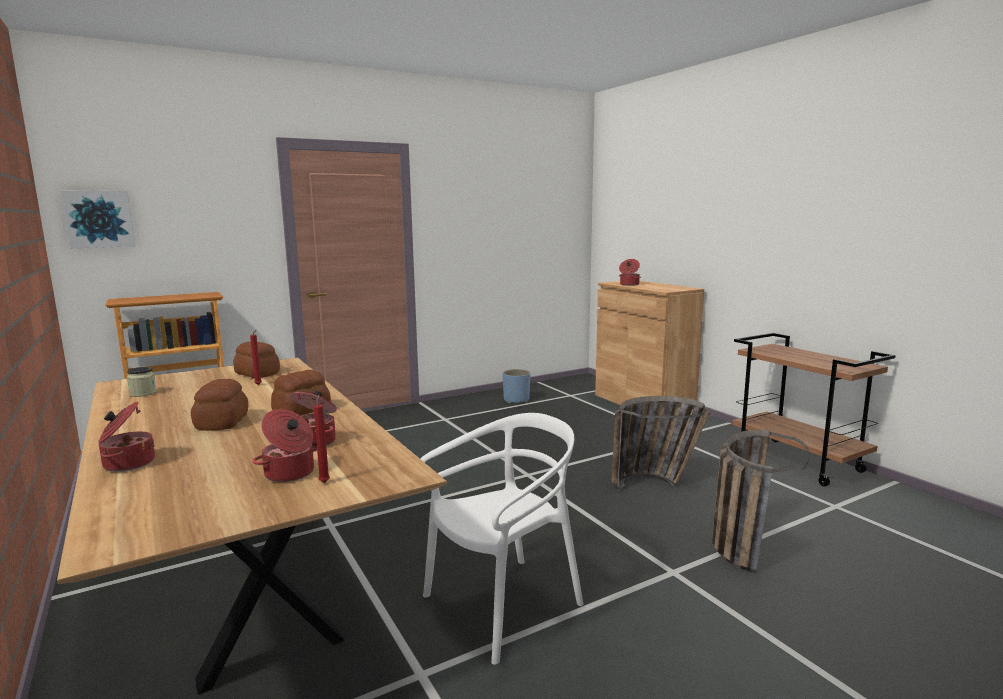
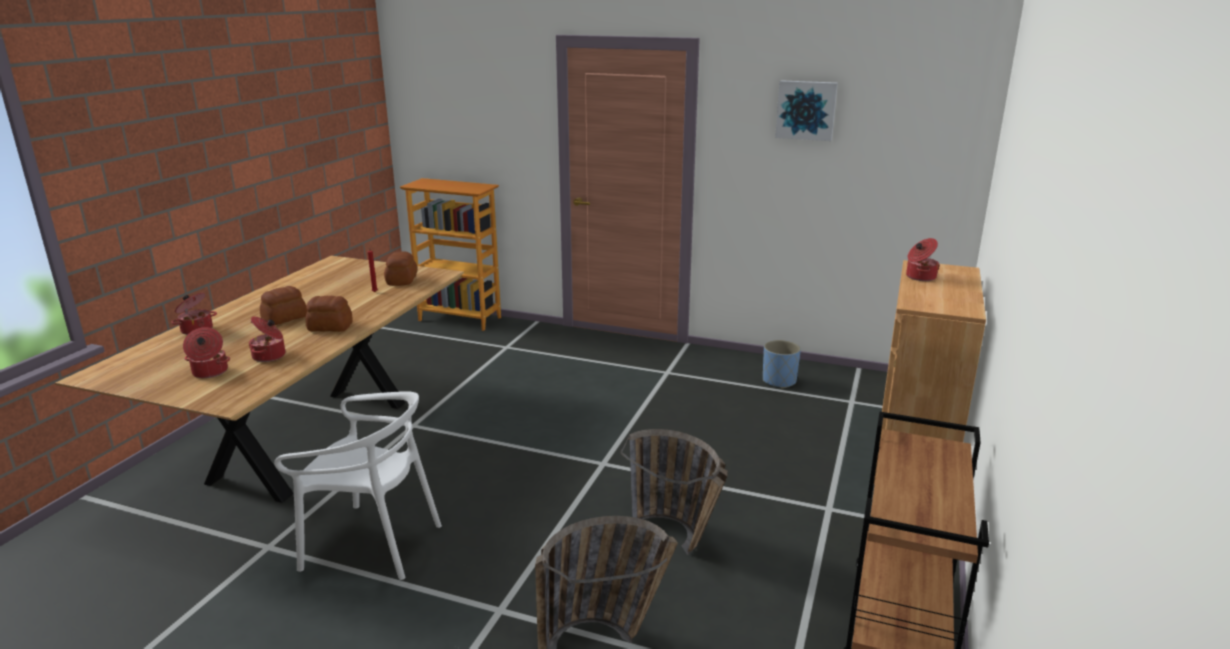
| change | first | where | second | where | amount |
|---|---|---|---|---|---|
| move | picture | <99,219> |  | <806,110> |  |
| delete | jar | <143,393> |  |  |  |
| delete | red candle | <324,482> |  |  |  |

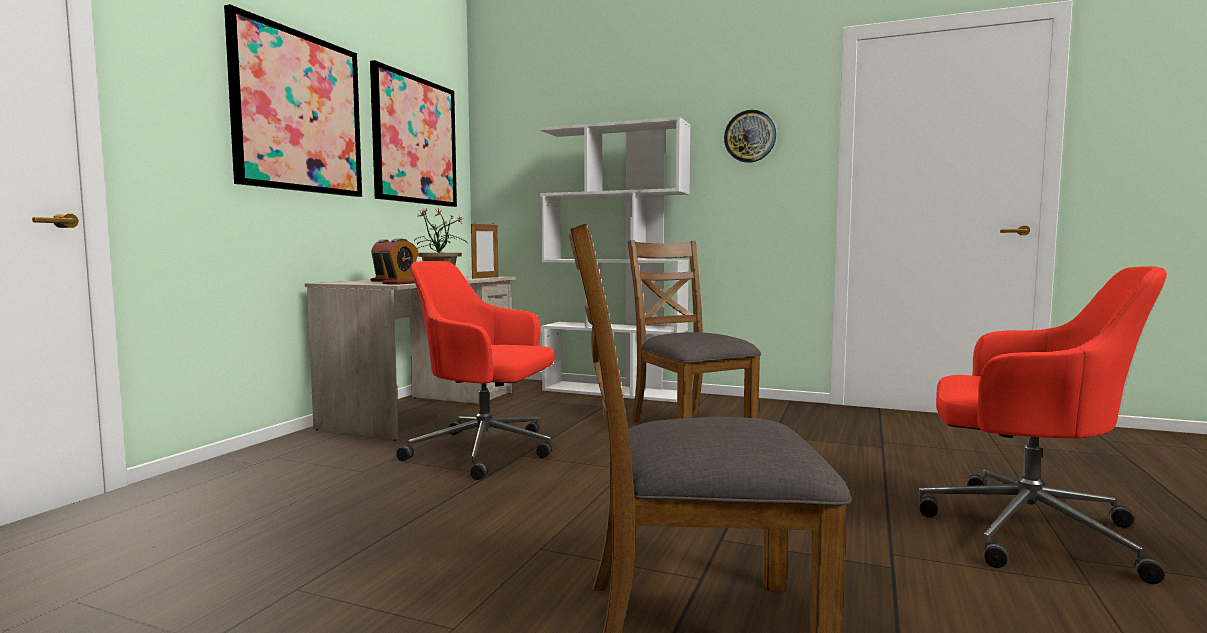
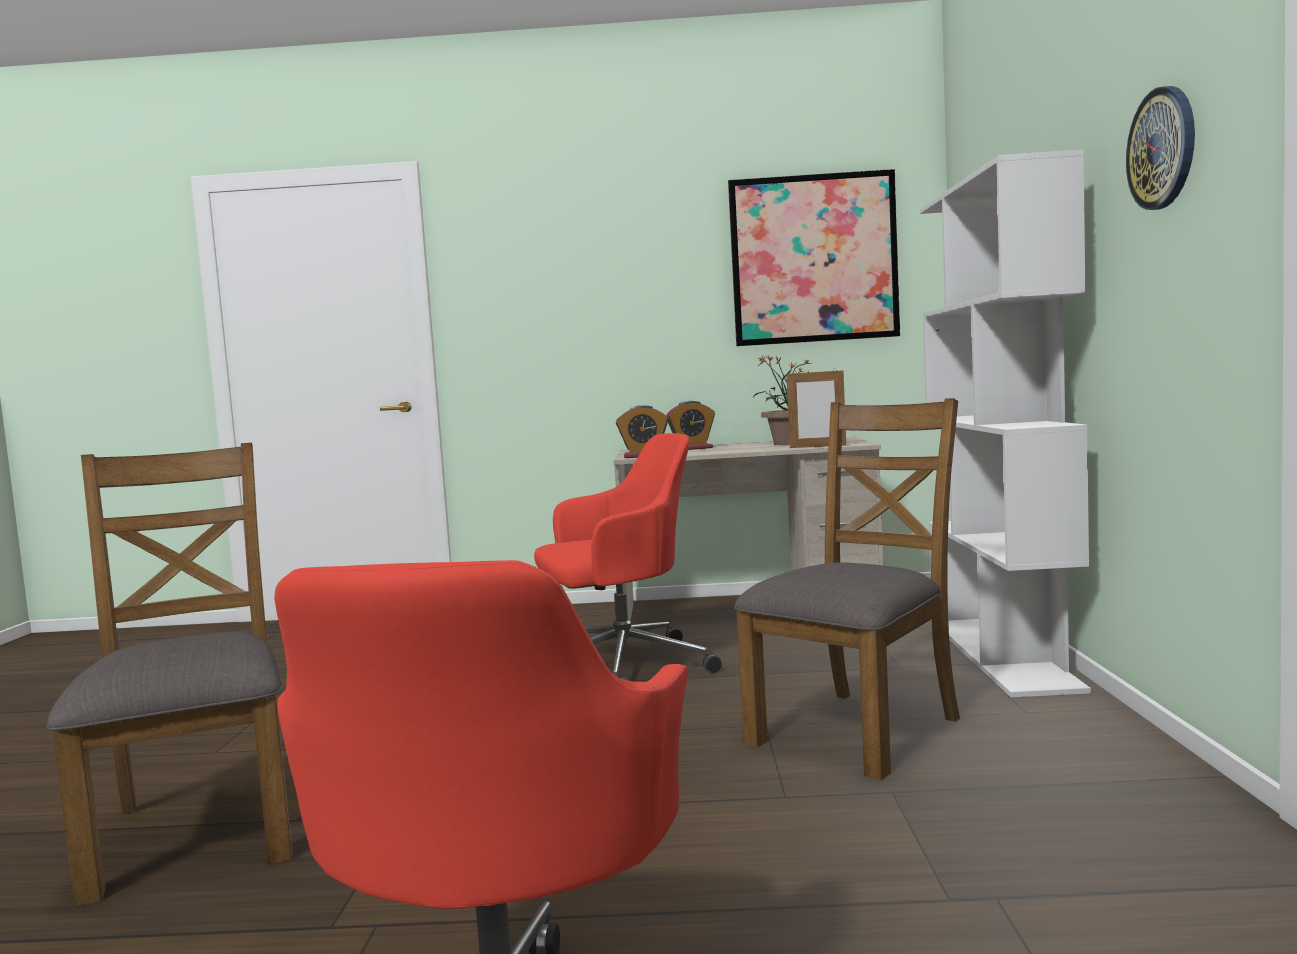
| change | first | where | second | where | amount |
|---|---|---|---|---|---|
| delete | picture | <298,112> |  |  |  |
| rotate | red office chair | <486,451> |  | <621,666> | 75 degrees clockwise |

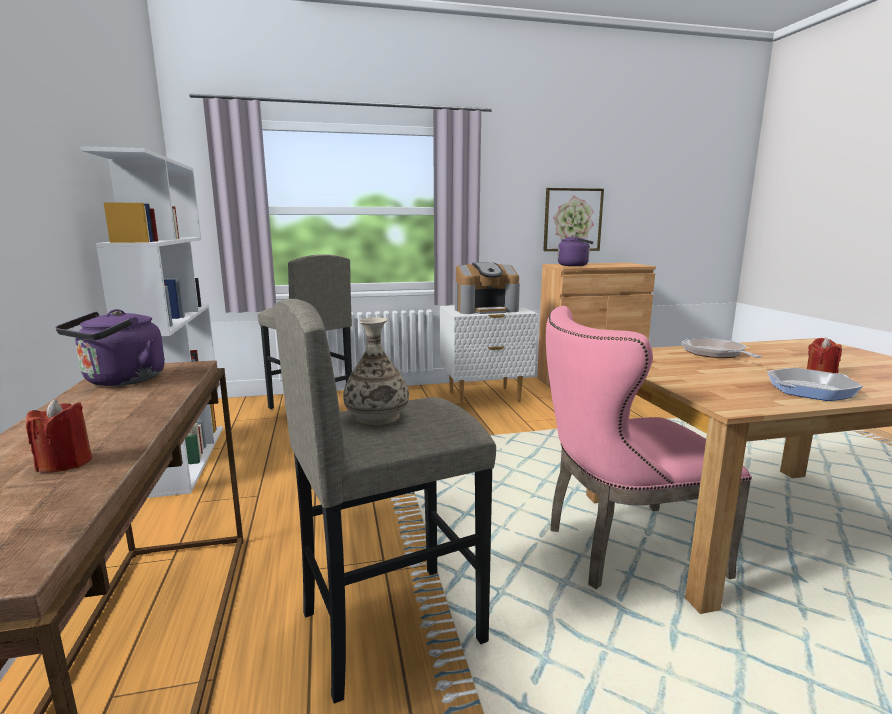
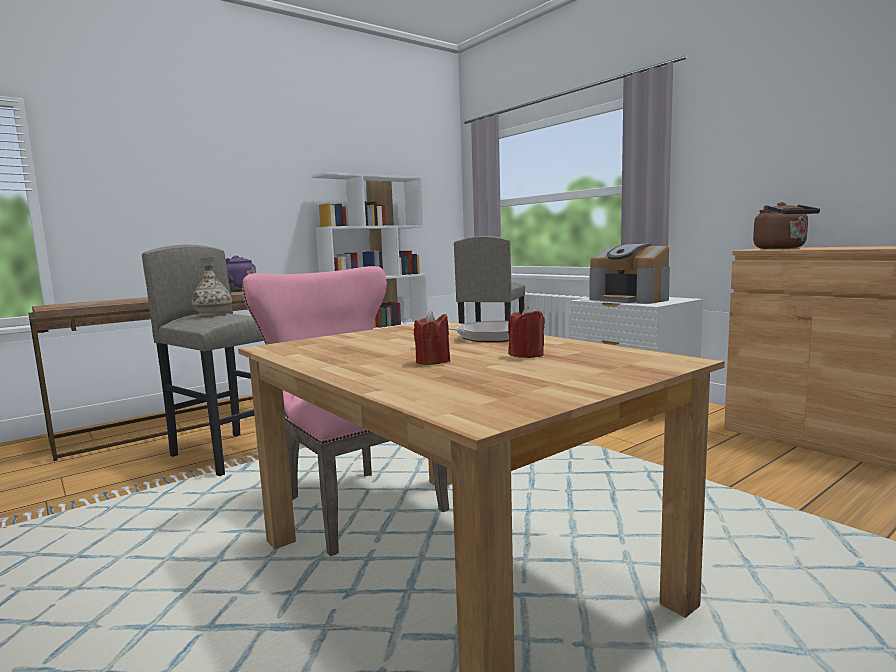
| change | first | where | second | where | amount |
|---|---|---|---|---|---|
| move | red candle | <65,463> |  | <526,355> |  |
| delete | picture | <572,220> |  |  |  |
| recolor | purple kettle | <575,265> | brown kettle | <782,248> |  |
| delete | frying pan | <810,390> |  |  |  |

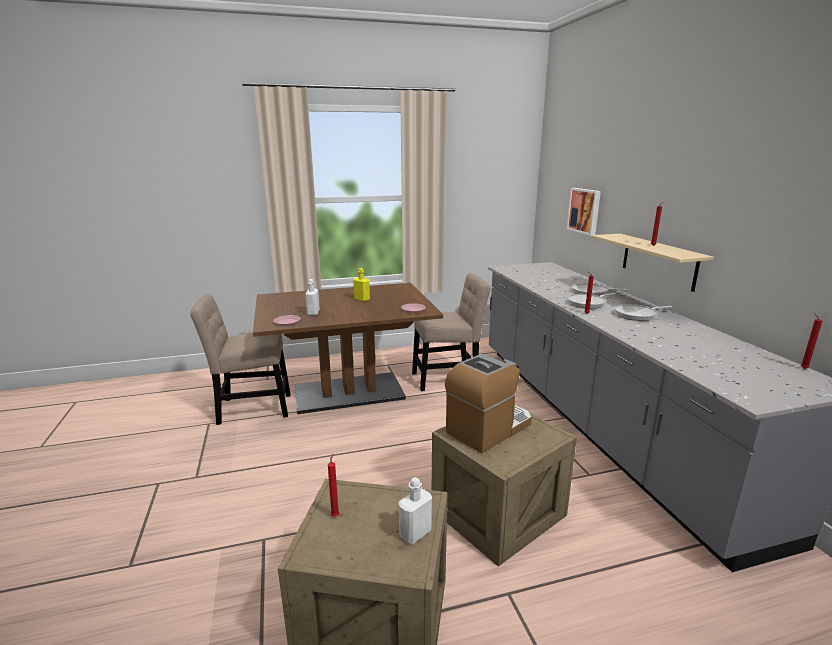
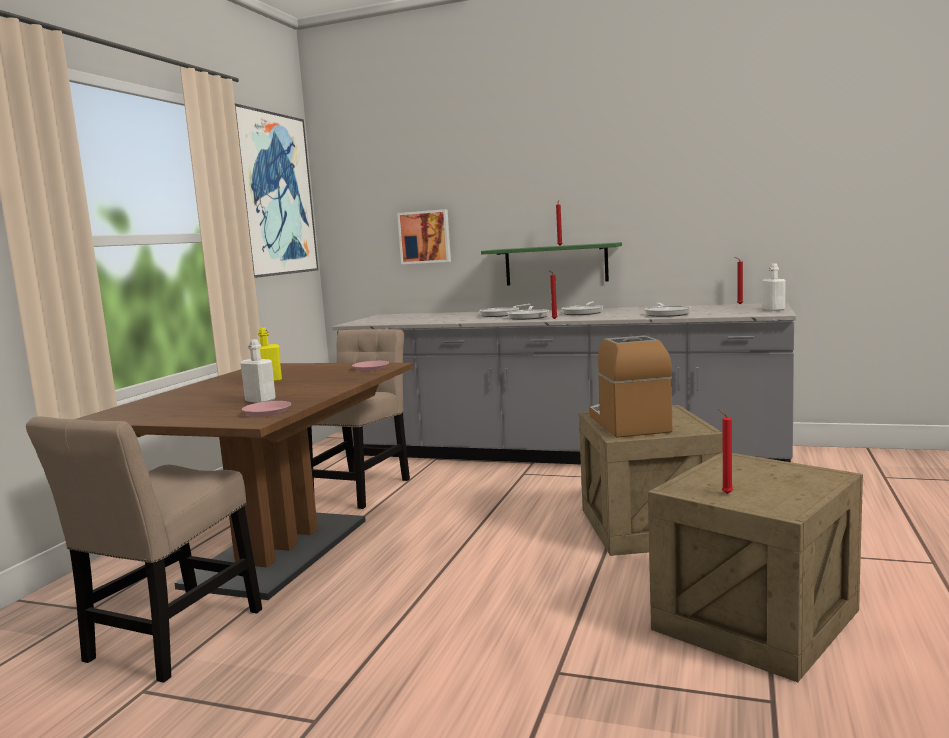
| change | first | where | second | where | amount |
|---|---|---|---|---|---|
| move | white bottle | <415,533> |  | <773,310> |  |
| recolor | beige shelf | <658,261> | green shelf | <556,264> |  |
| insert |  |  | picture | <271,195> |  |
| insert |  |  | frying pan | <667,314> |  |

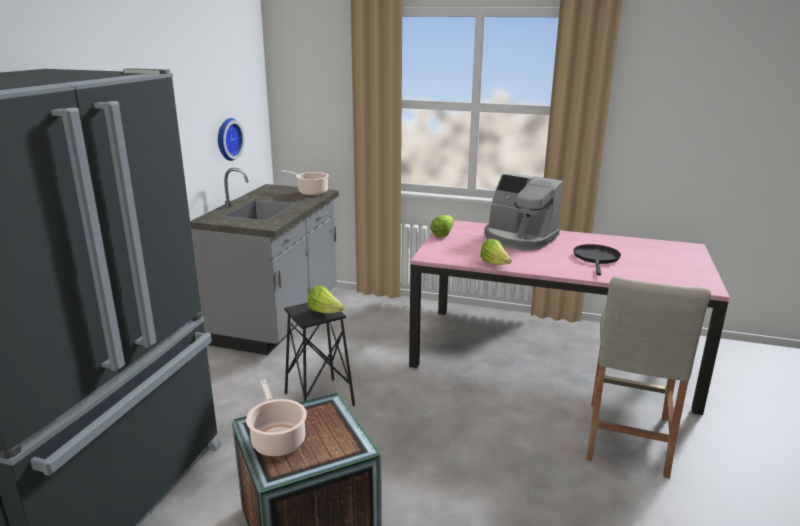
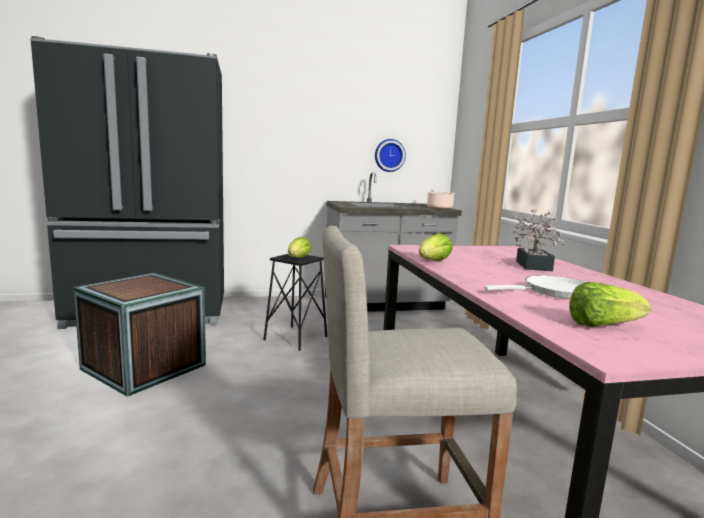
| change | first | where | second | where | amount |
|---|---|---|---|---|---|
| delete | cooking pot | <277,439> |  |  |  |
| move | lettuce | <442,234> |  | <602,325> |  |
| replace | coffee machine | <519,238> | potted plant | <532,265> |  |
| recolor | black frying pan | <596,258> | white frying pan | <556,292> |  |

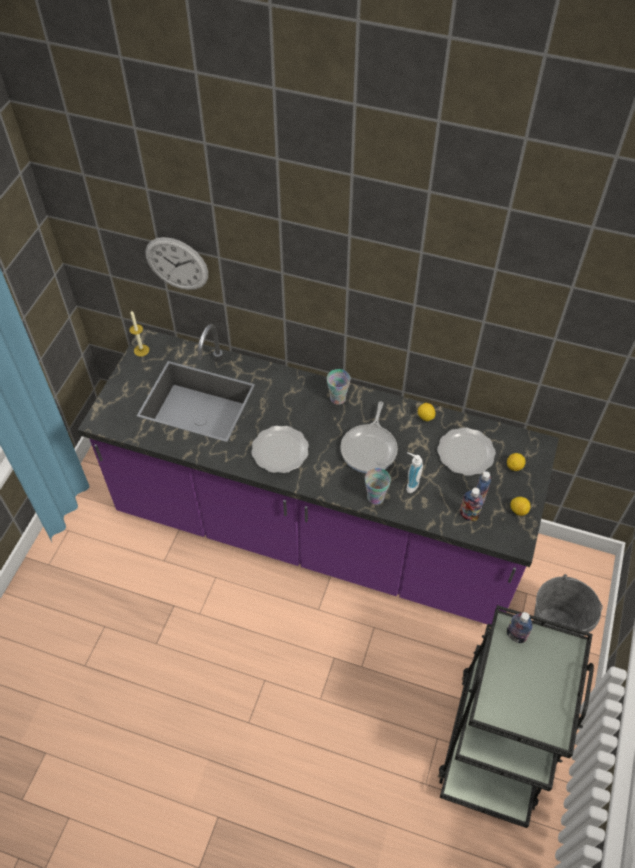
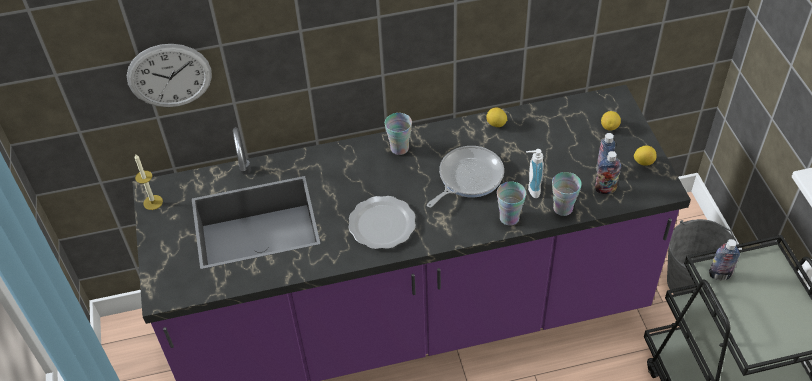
| change | first | where | second | where | amount |
|---|---|---|---|---|---|
| rotate | frying pan | <370,448> |  | <468,177> | 120 degrees counterclockwise |
| delete | plate | <466,453> |  |  |  |
| insert |  |  | cup | <563,208> |  |

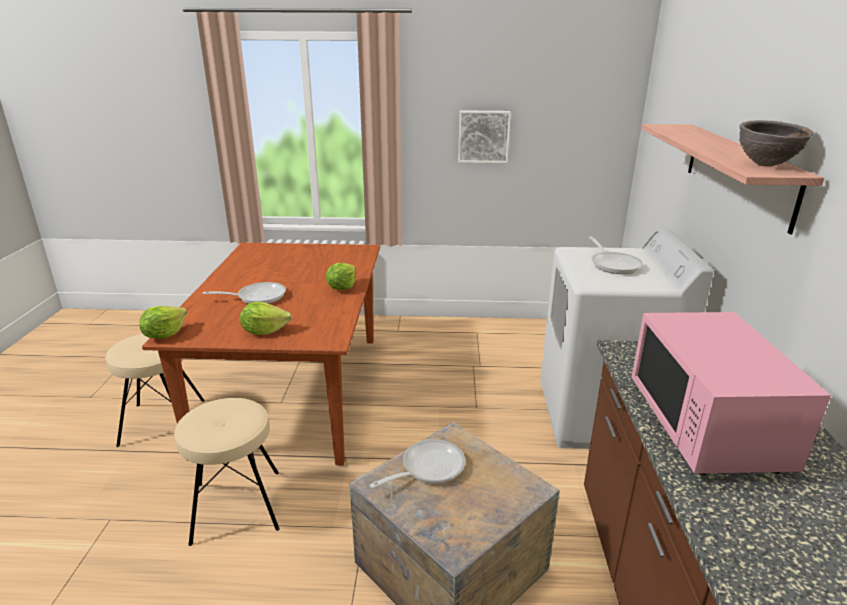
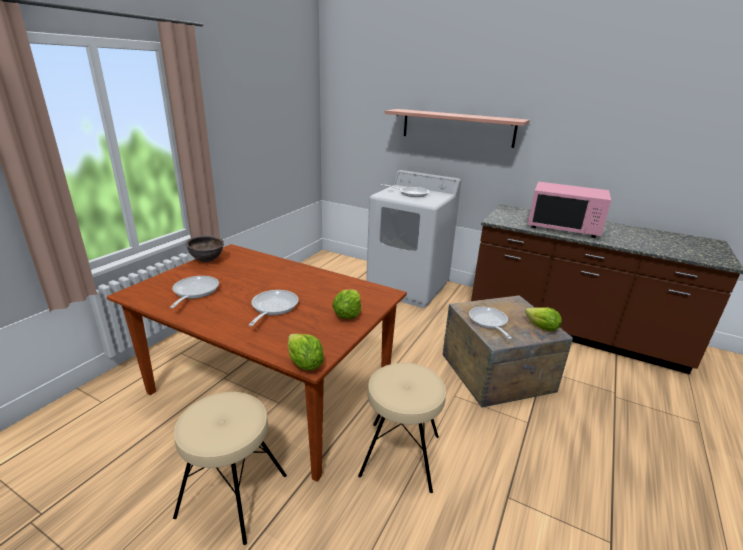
| change | first | where | second | where | amount |
|---|---|---|---|---|---|
| move | lettuce | <342,287> |  | <542,328> |  |
| delete | picture | <483,136> |  |  |  |
| move | brown bowl | <765,165> |  | <207,261> |  |
| insert |  |  | frying pan | <194,292> |  |

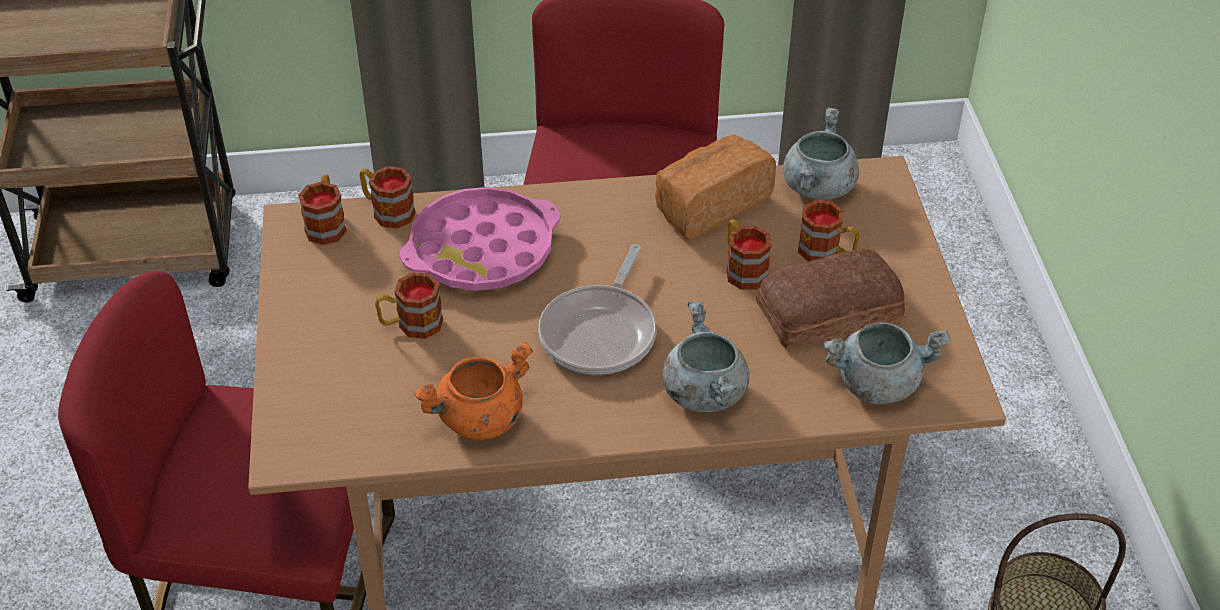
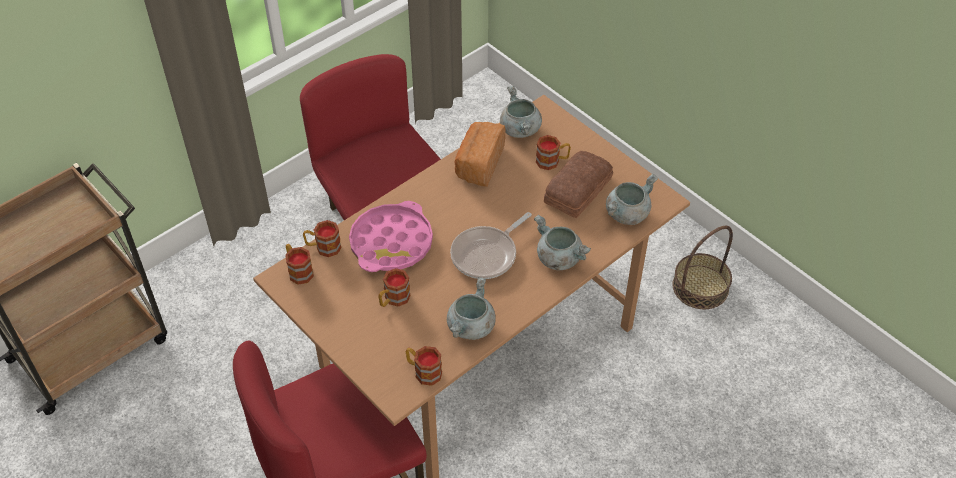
| change | first | where | second | where | amount |
|---|---|---|---|---|---|
| recolor | orange cooking pot | <480,419> | grey cooking pot | <471,327> |  |
| rotate | frying pan | <601,332> |  | <487,254> | 60 degrees clockwise |
| move | mug | <742,269> |  | <423,371> |  |

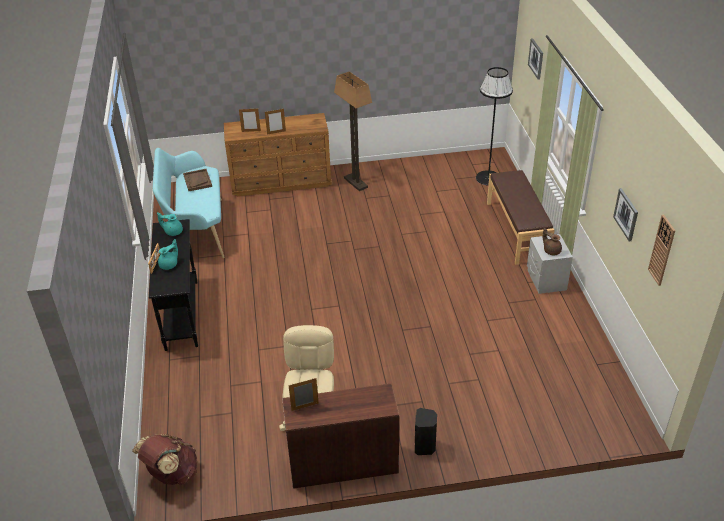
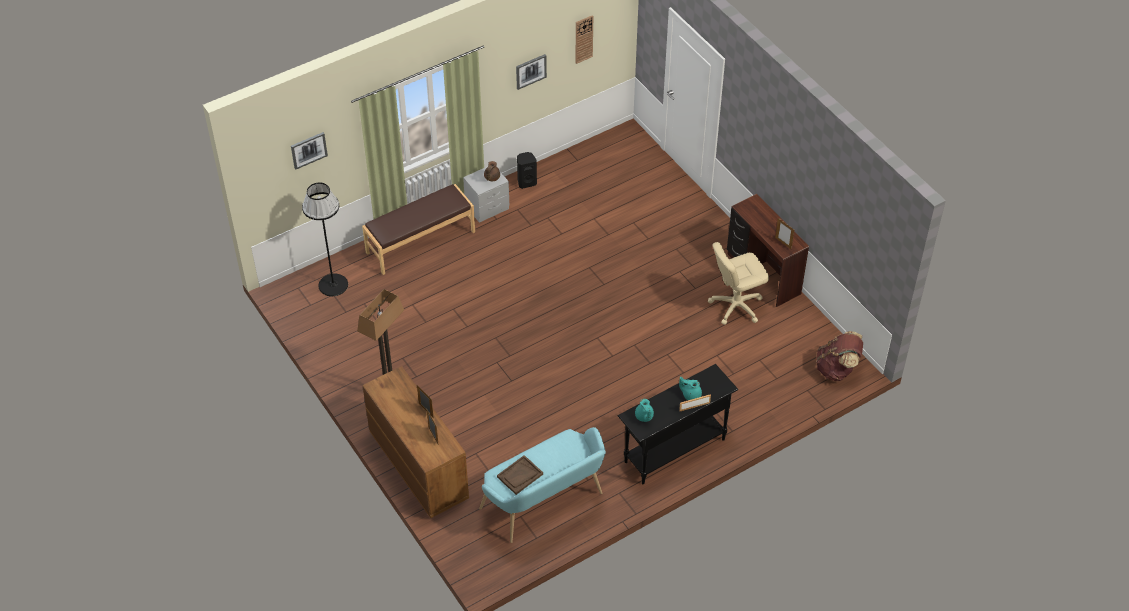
| change | first | where | second | where | amount |
|---|---|---|---|---|---|
| move | black speaker | <425,446> |  | <526,182> |  |

